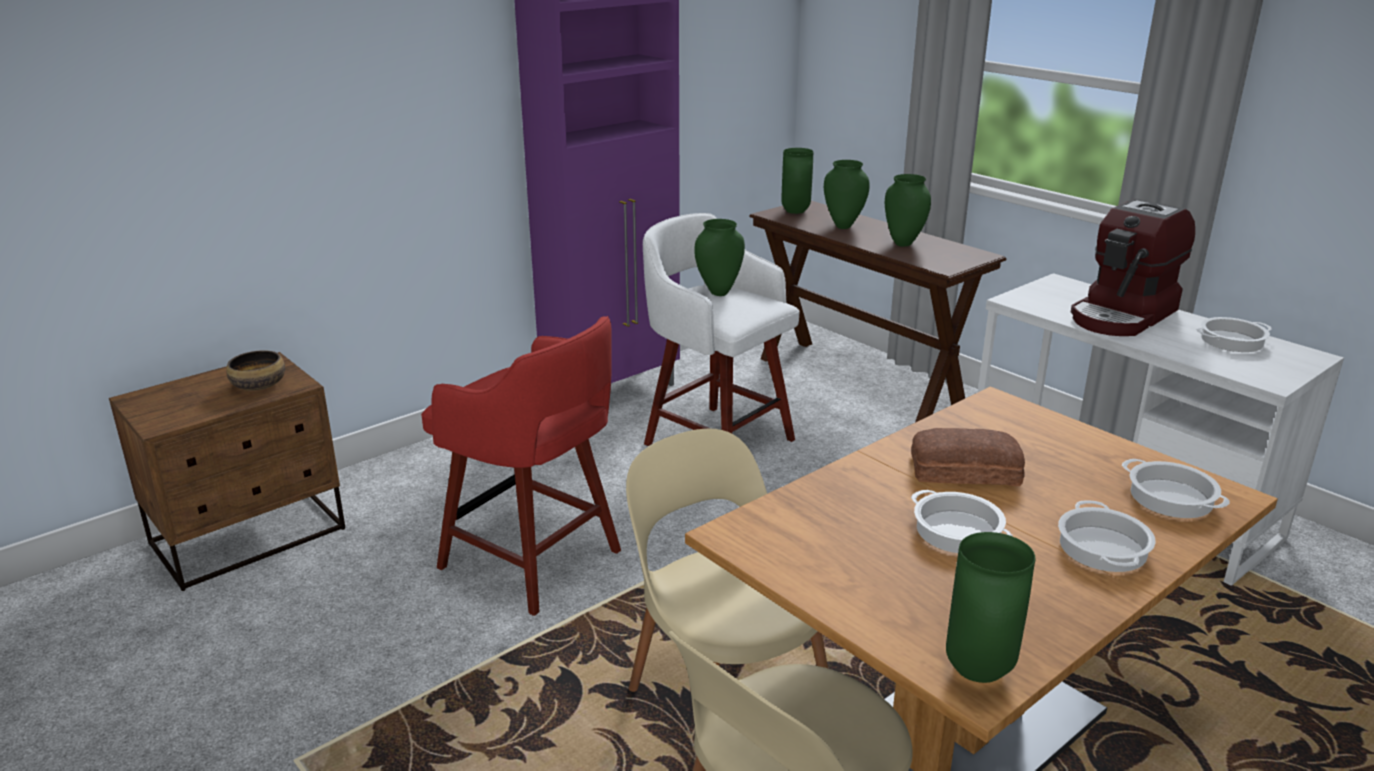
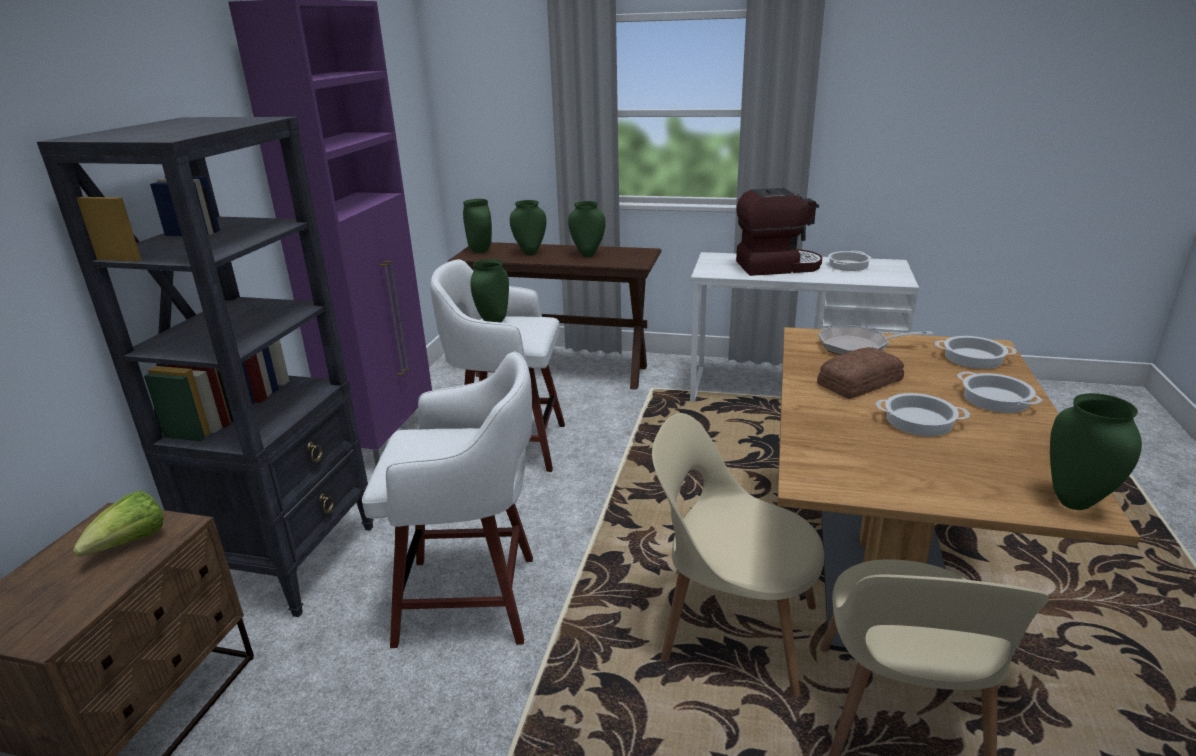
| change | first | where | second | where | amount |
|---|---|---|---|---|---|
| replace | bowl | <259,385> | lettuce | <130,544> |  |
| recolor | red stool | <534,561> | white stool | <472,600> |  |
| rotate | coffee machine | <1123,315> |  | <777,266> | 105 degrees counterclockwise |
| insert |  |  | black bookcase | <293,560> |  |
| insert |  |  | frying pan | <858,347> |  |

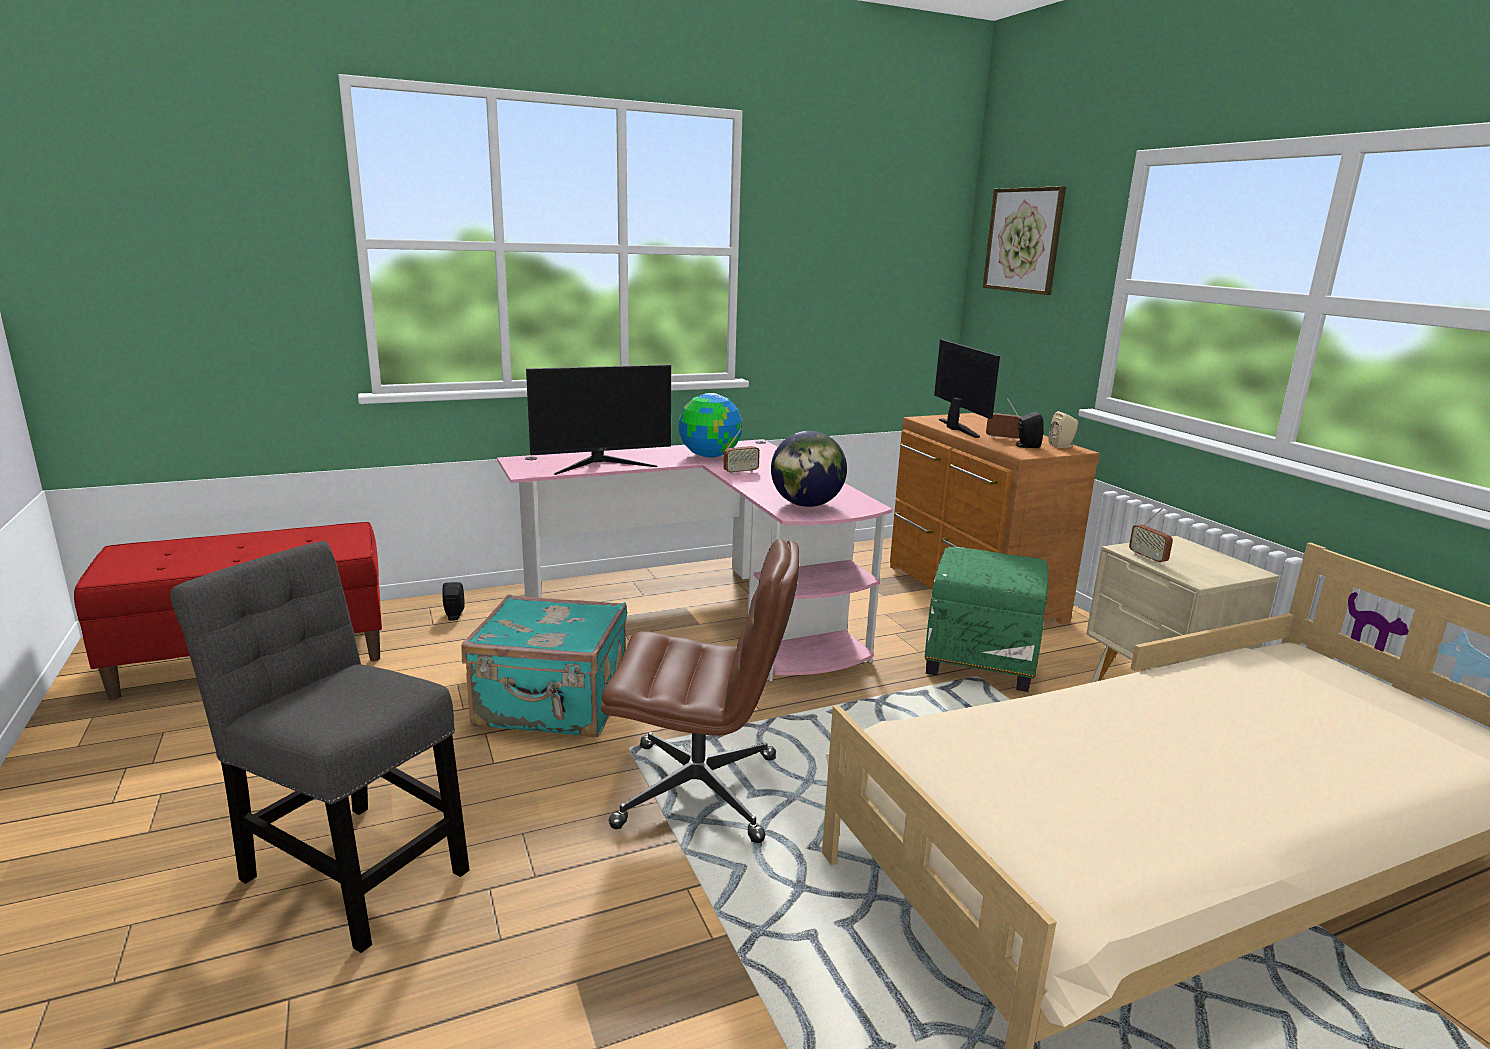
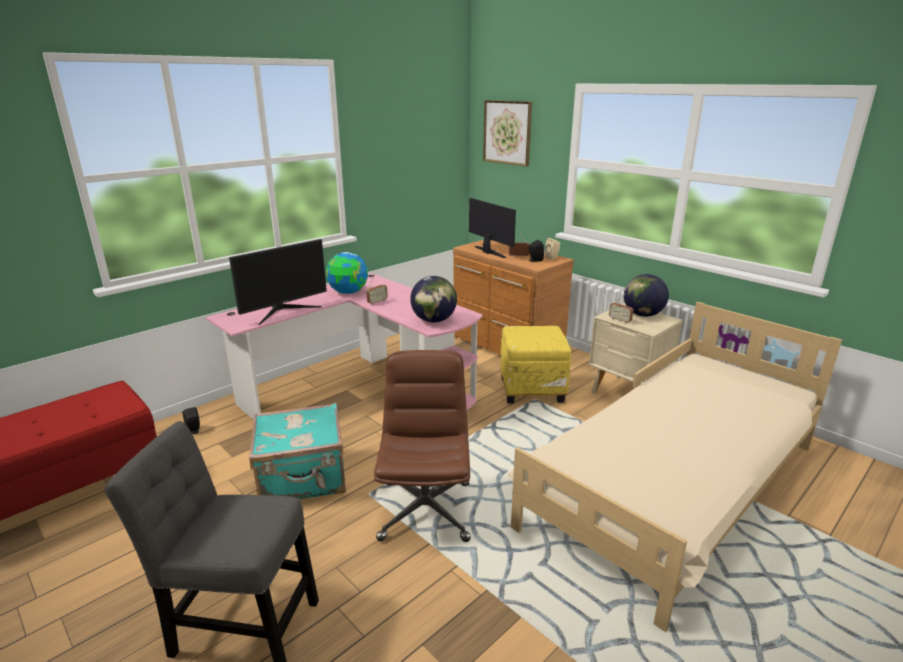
| change | first | where | second | where | amount |
|---|---|---|---|---|---|
| rotate | brown office chair | <700,791> |  | <425,509> | 75 degrees counterclockwise |
| recolor | green ottoman | <981,662> | yellow ottoman | <532,389> |  |
| insert |  |  | globe | <642,315> |  |

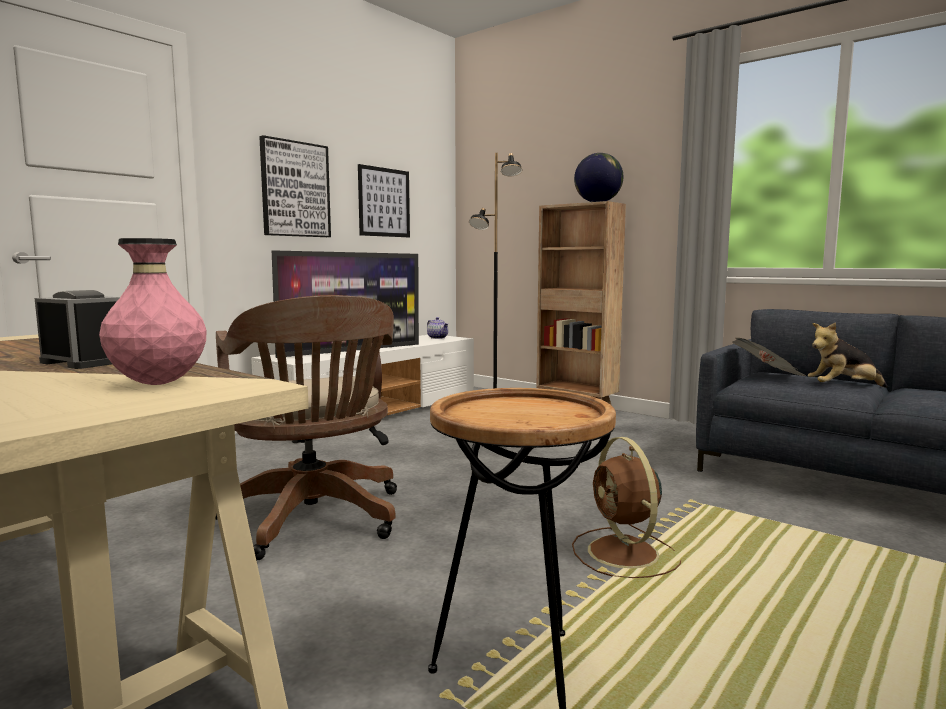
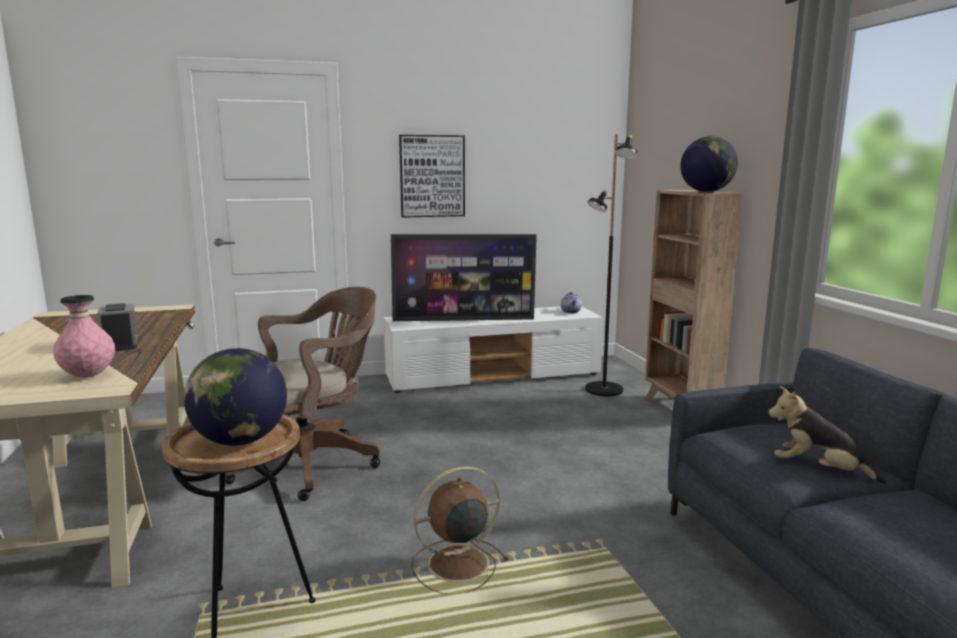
| change | first | where | second | where | amount |
|---|---|---|---|---|---|
| rotate | brown office chair | <314,520> |  | <313,463> | 135 degrees counterclockwise |
| delete | picture | <384,202> |  |  |  |
| rotate | brown fan | <624,554> |  | <455,565> | 45 degrees clockwise |
| delete | newspaper | <767,375> |  |  |  |
| insert |  |  | globe | <241,441> |  |

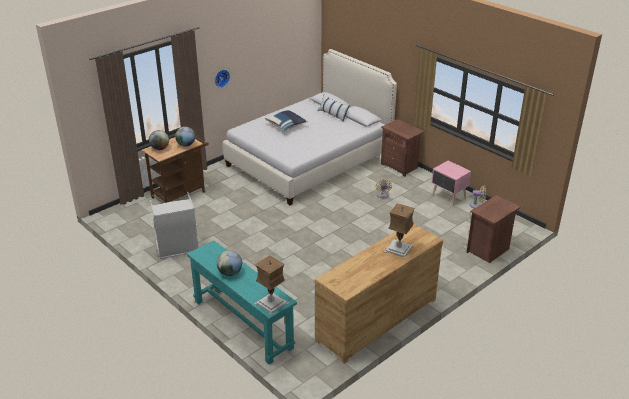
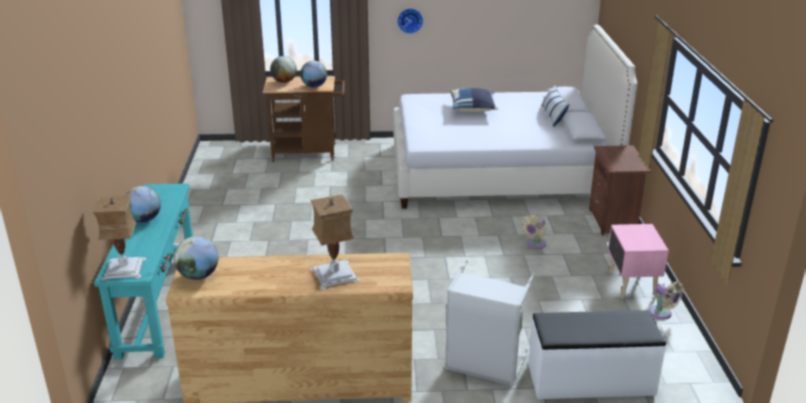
| change | first | where | second | where | amount |
|---|---|---|---|---|---|
| move | grey laundry basket | <177,249> |  | <484,366> |  |
| replace | brown nightstand | <488,250> | white bench | <591,380> |  |
| insert |  |  | globe | <198,276> |  |

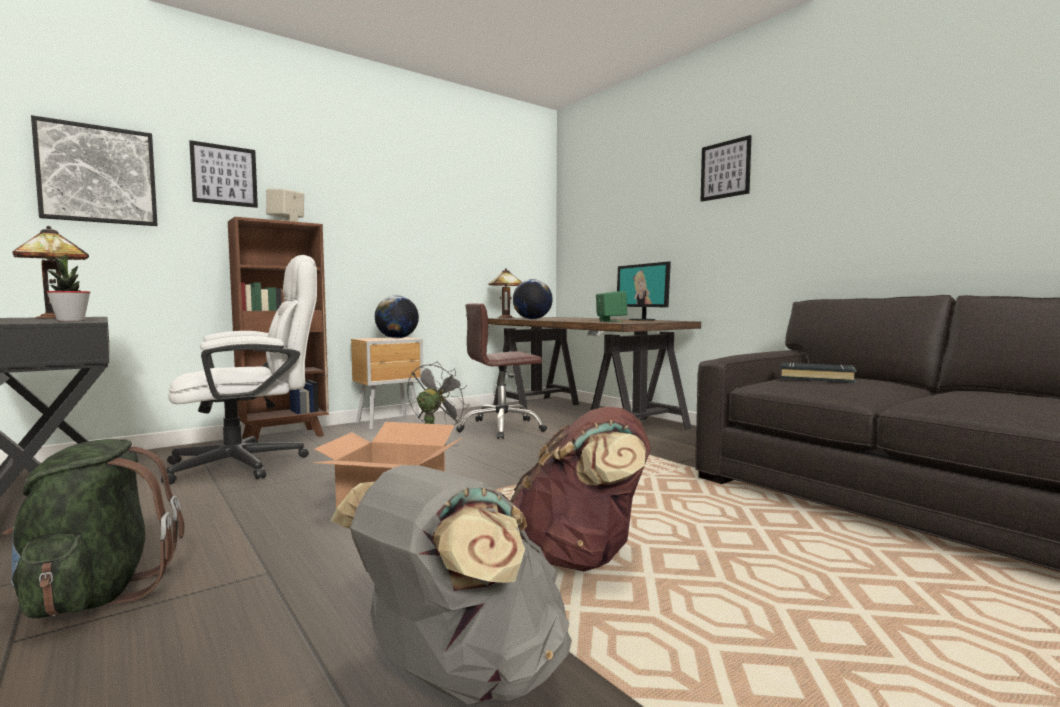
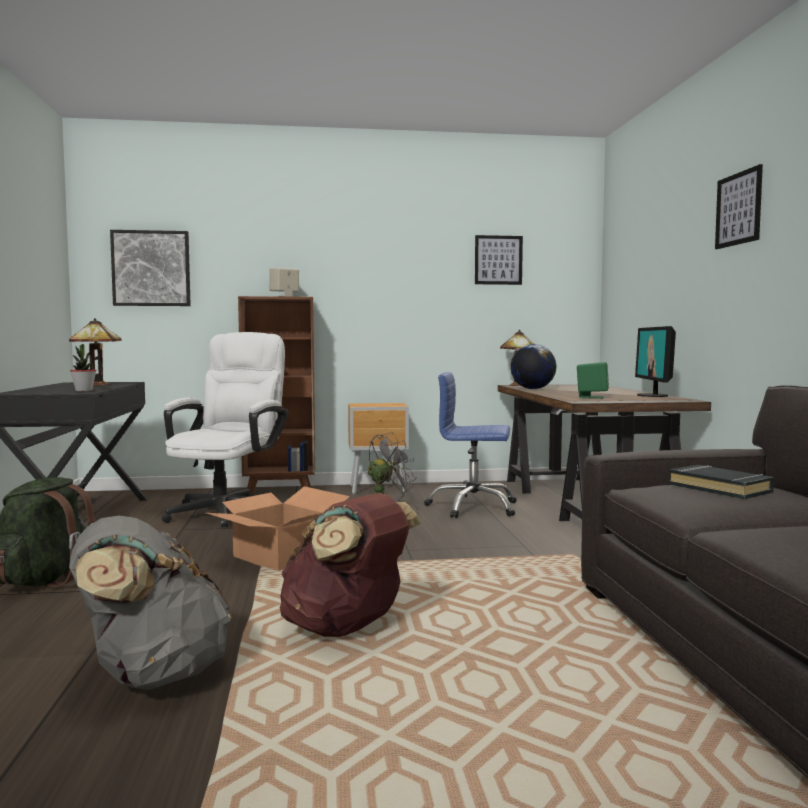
| change | first | where | second | where | amount |
|---|---|---|---|---|---|
| rotate | white office chair | <251,463> |  | <228,510> | 75 degrees counterclockwise |
| move | picture | <224,175> |  | <498,260> |  |
| delete | globe | <397,338> |  |  |  |
| recolor | brown office chair | <501,428> | blue office chair | <473,507> |  |

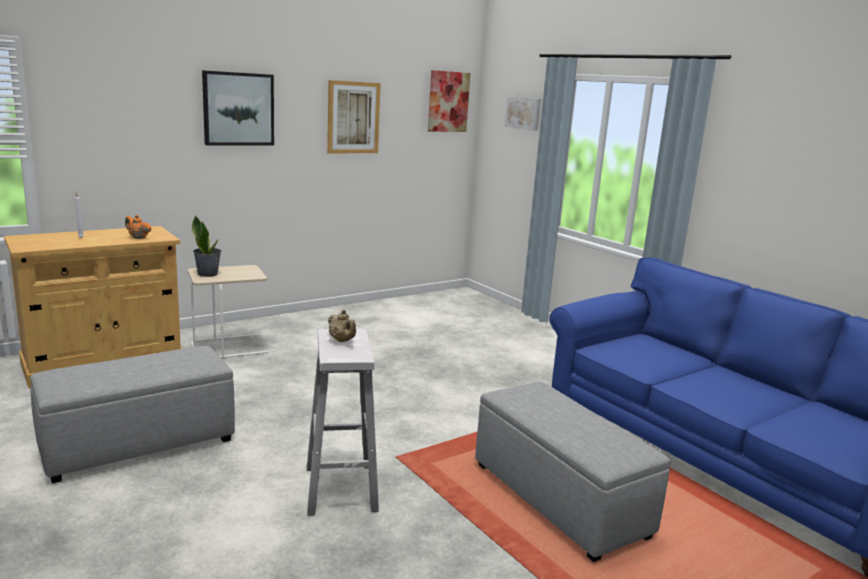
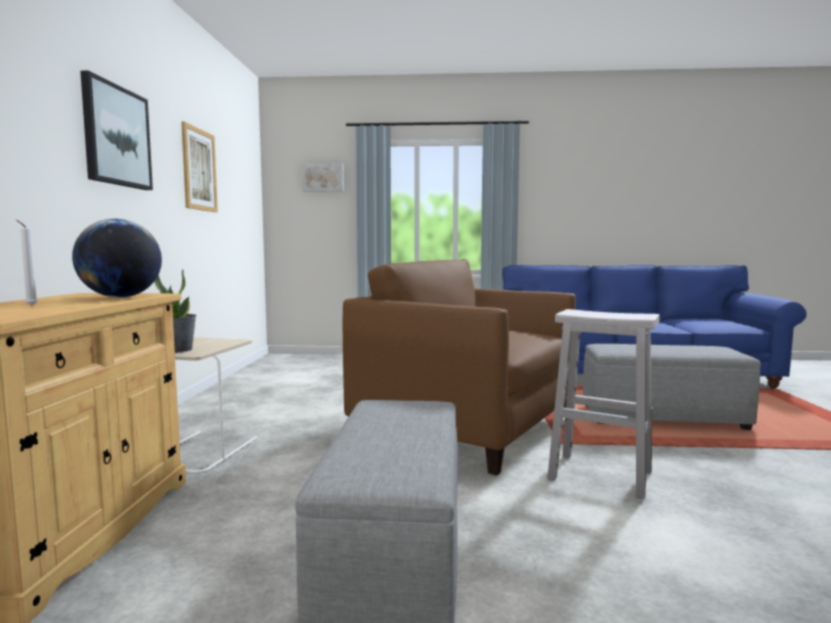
| change | first | where | second | where | amount |
|---|---|---|---|---|---|
| replace | orange teapot | <138,238> | globe | <121,297> |  |
| delete | beige teapot | <342,341> |  |  |  |
| delete | picture | <448,101> |  |  |  |
| insert |  |  | brown armchair | <466,428> |  |

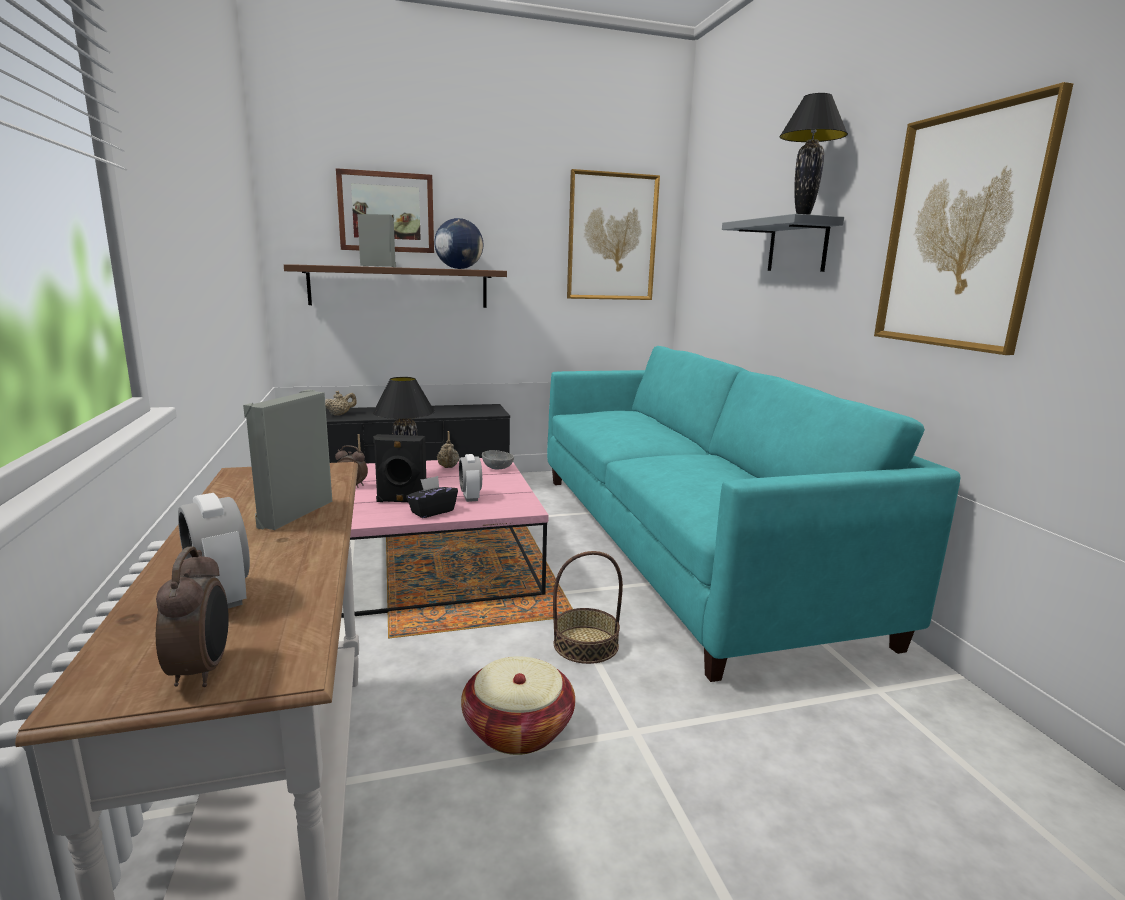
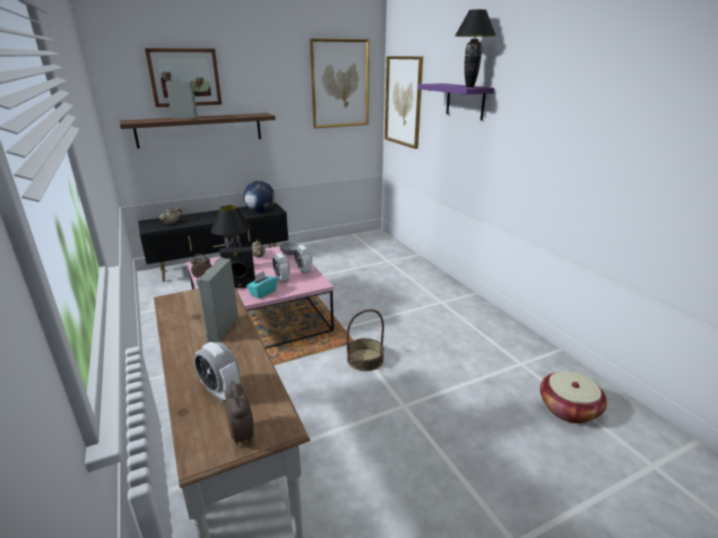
| change | first | where | second | where | amount |
|---|---|---|---|---|---|
| recolor | black tissue box | <432,511> | turquoise tissue box | <263,292> |  |
| move | globe | <459,269> |  | <260,211> |  |
| move | basket | <518,728> |  | <568,409> |  |
| delete | turquoise sofa | <681,544> |  |  |  |
| recolor | grey shelf | <797,246> | purple shelf | <465,101> |  |
| move | picture | <961,231> |  | <403,101> |  |
| insert |  |  | alarm clock | <303,270> |  |

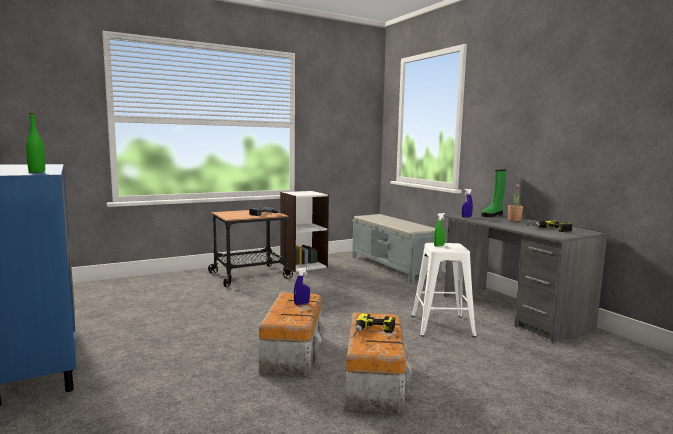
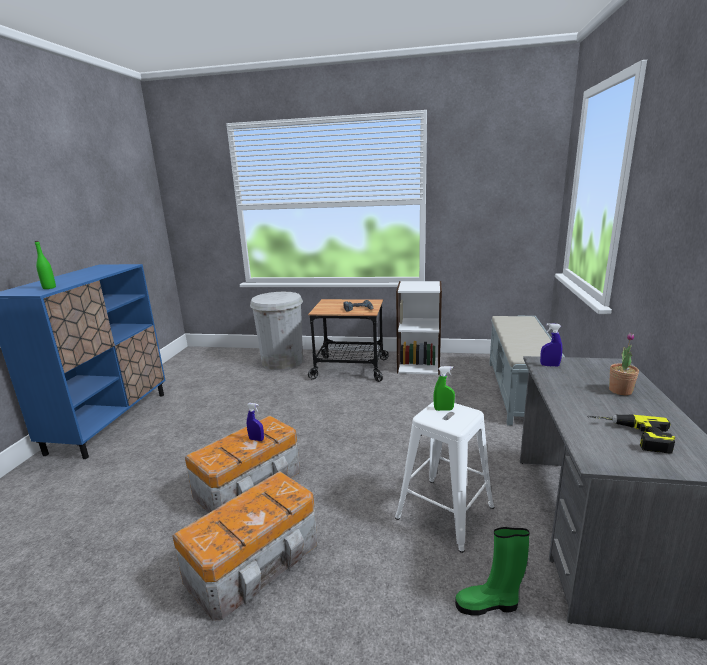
| change | first | where | second | where | amount |
|---|---|---|---|---|---|
| delete | power drill | <372,332> |  |  |  |
| move | green boot | <492,215> |  | <488,604> |  |
| insert |  |  | white trash can | <282,361> |  |

